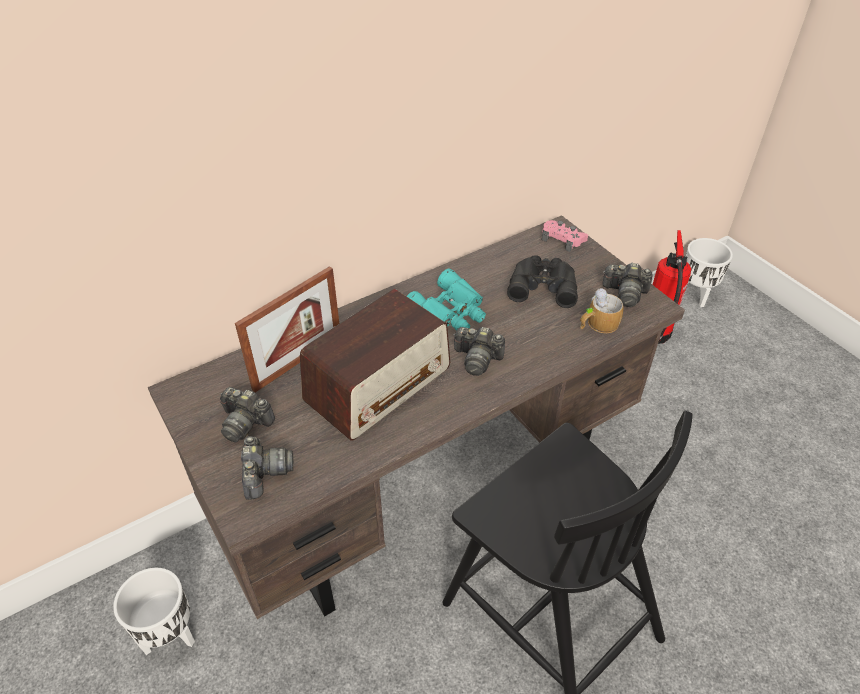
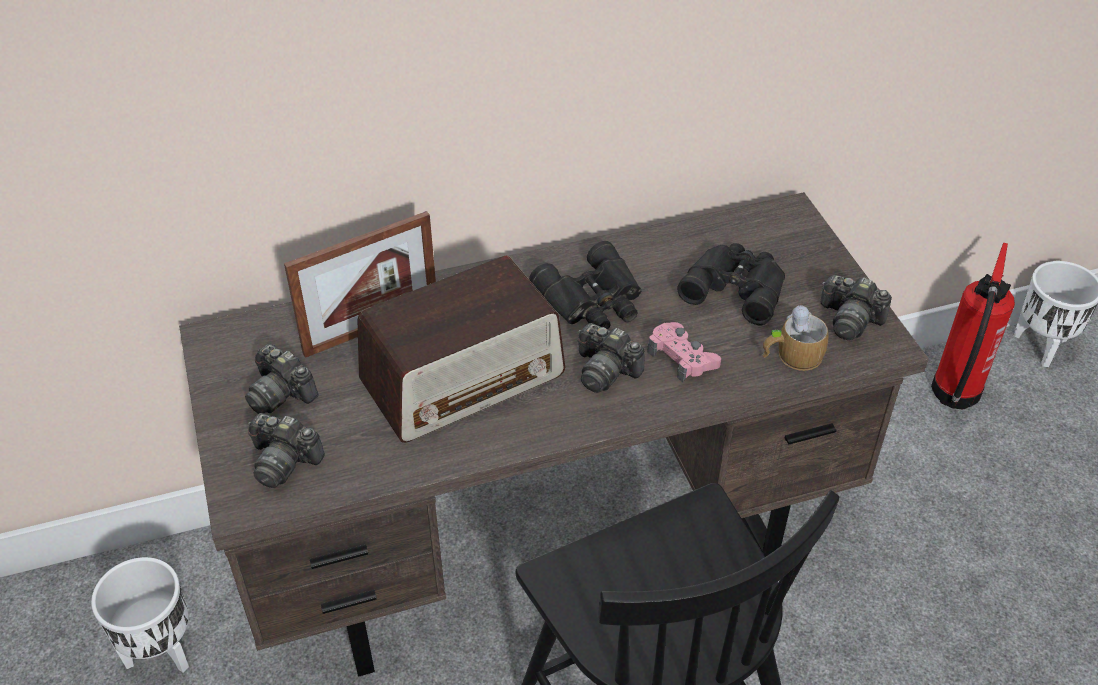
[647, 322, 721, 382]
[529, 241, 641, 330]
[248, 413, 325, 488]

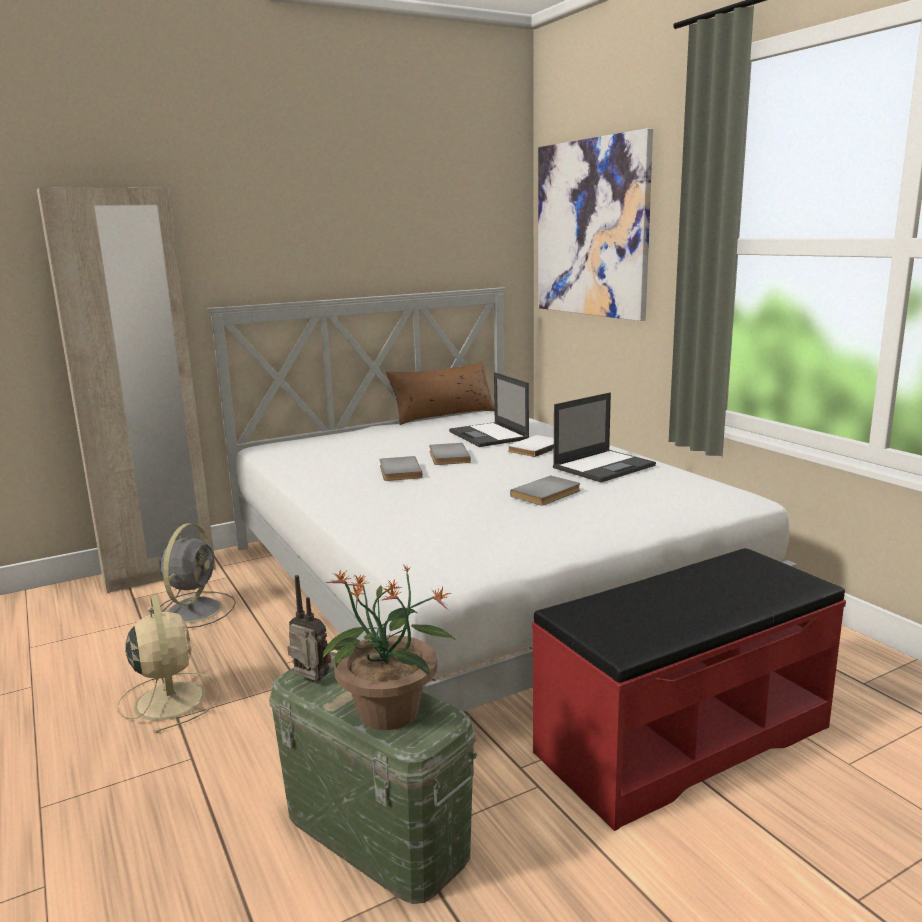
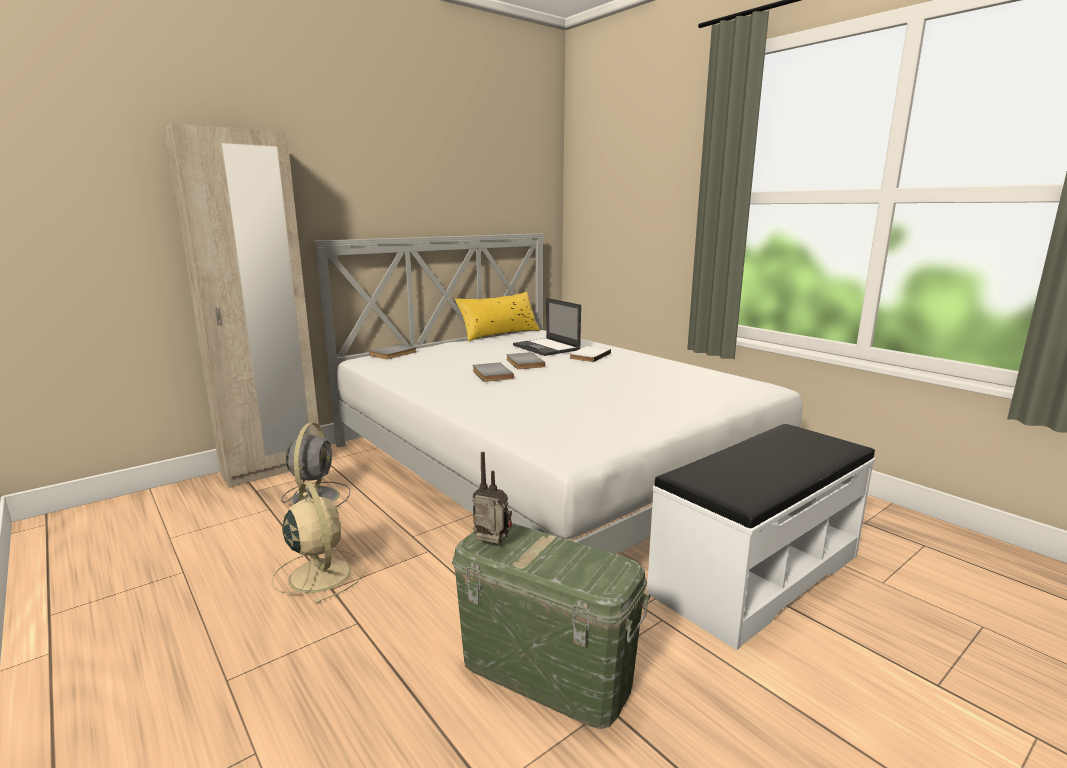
[323, 565, 455, 730] (first image)
[538, 128, 653, 321] (first image)
[553, 392, 656, 482] (first image)
[369, 344, 416, 359]
[455, 292, 540, 341]
[647, 424, 875, 650]

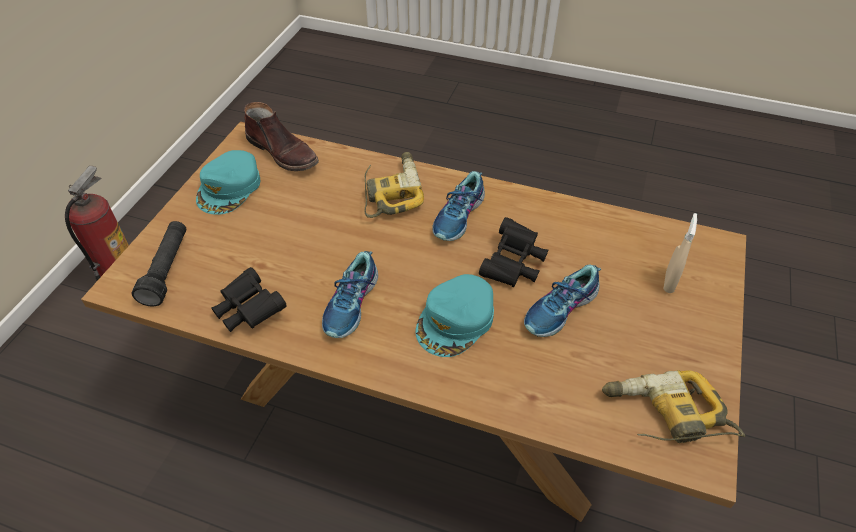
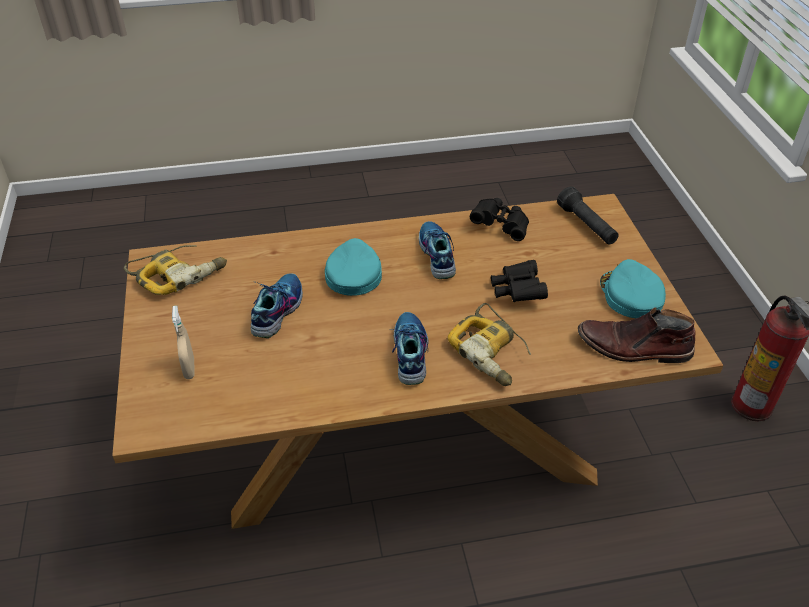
[491, 260, 548, 302]

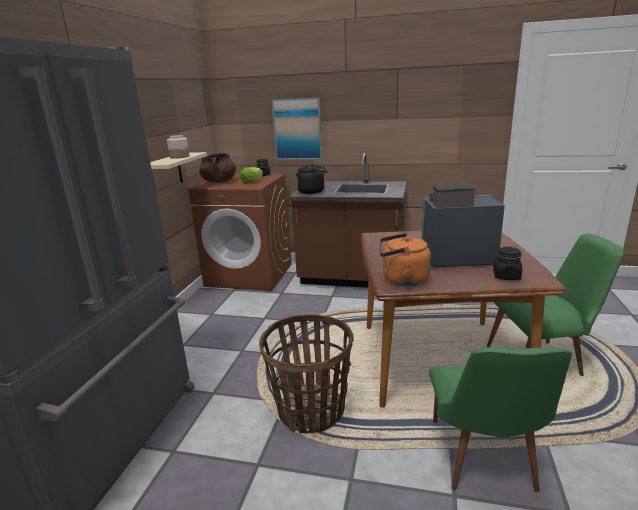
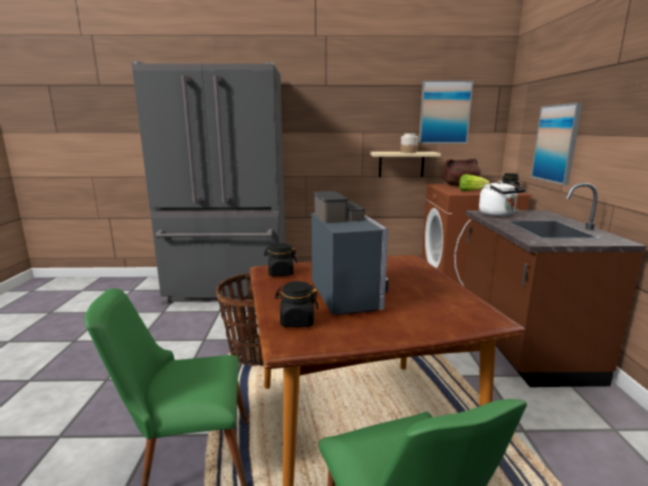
[419, 80, 473, 144]
[264, 243, 297, 276]
[479, 181, 526, 216]

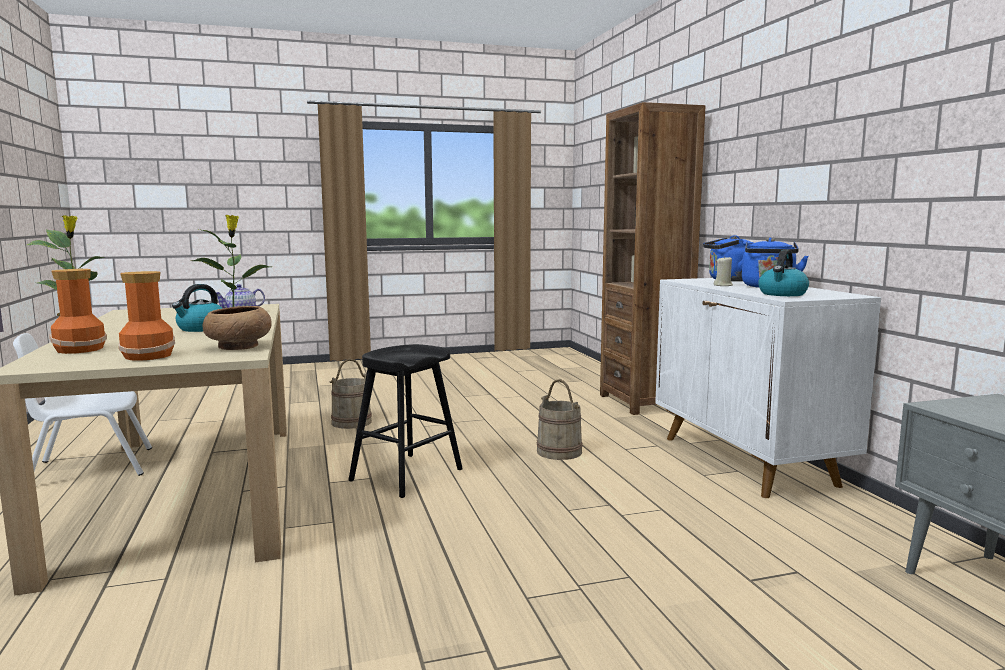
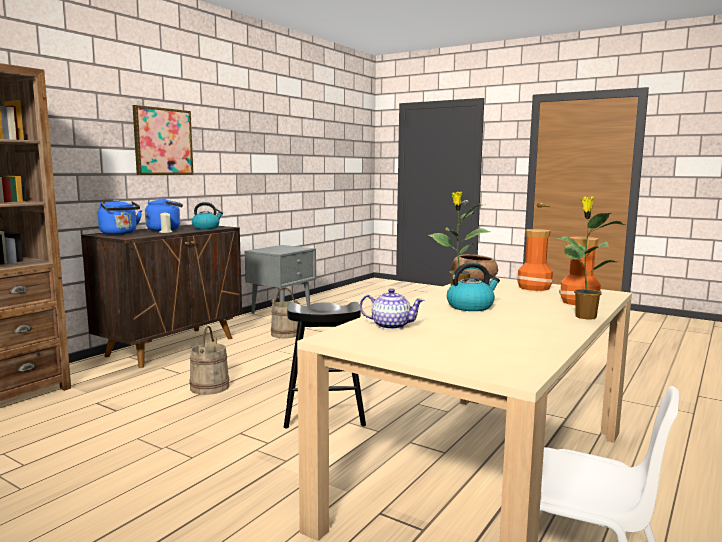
[133, 105, 194, 175]
[271, 287, 299, 338]
[81, 224, 242, 368]

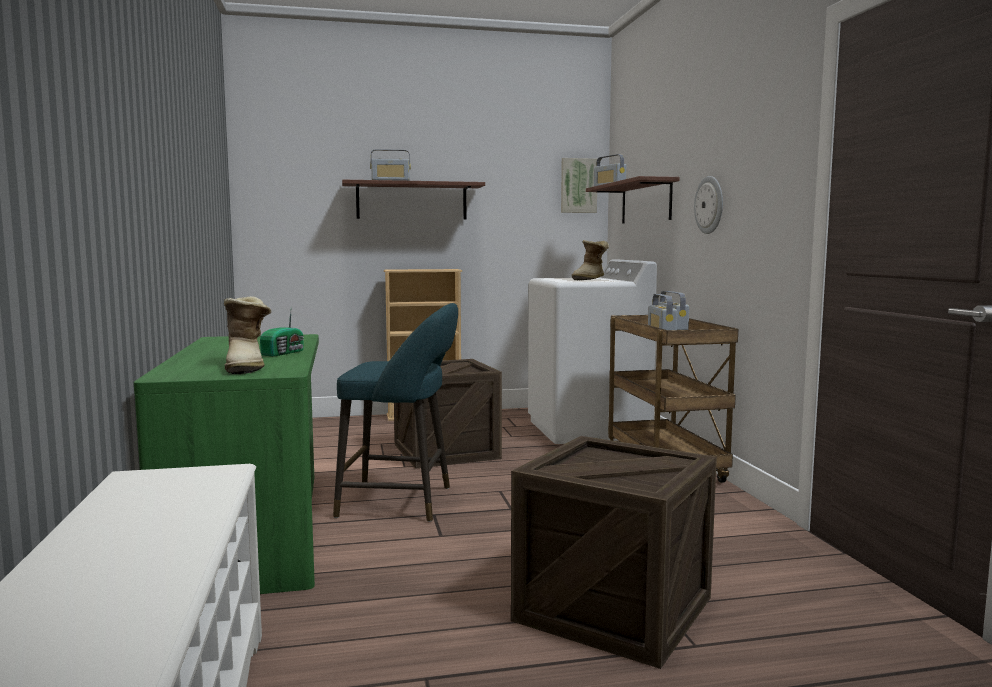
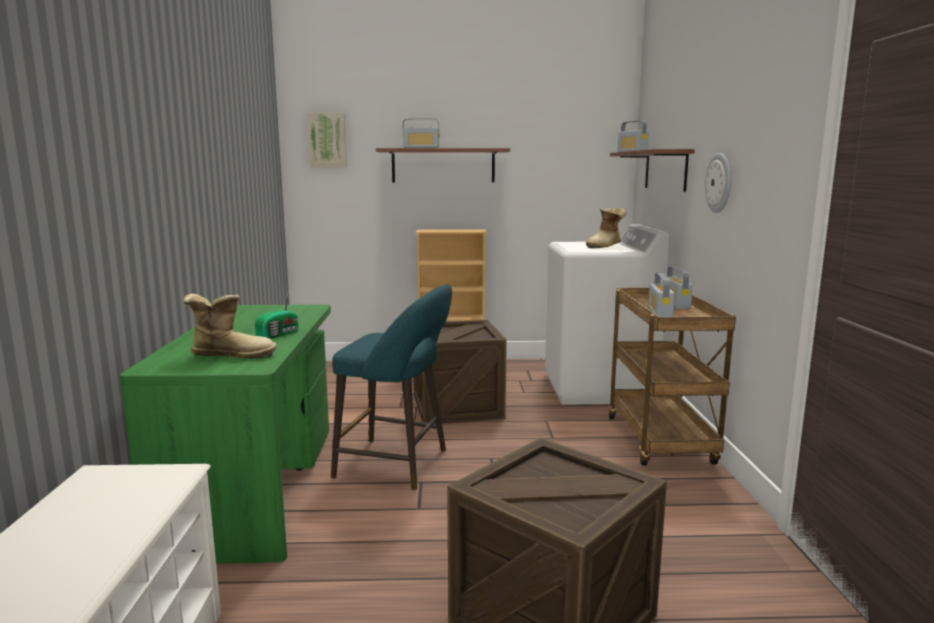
[307, 112, 347, 167]
[183, 294, 277, 359]

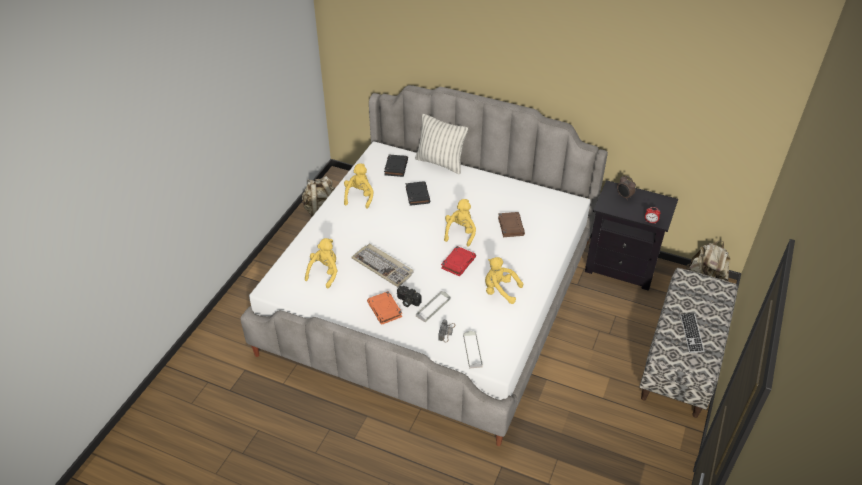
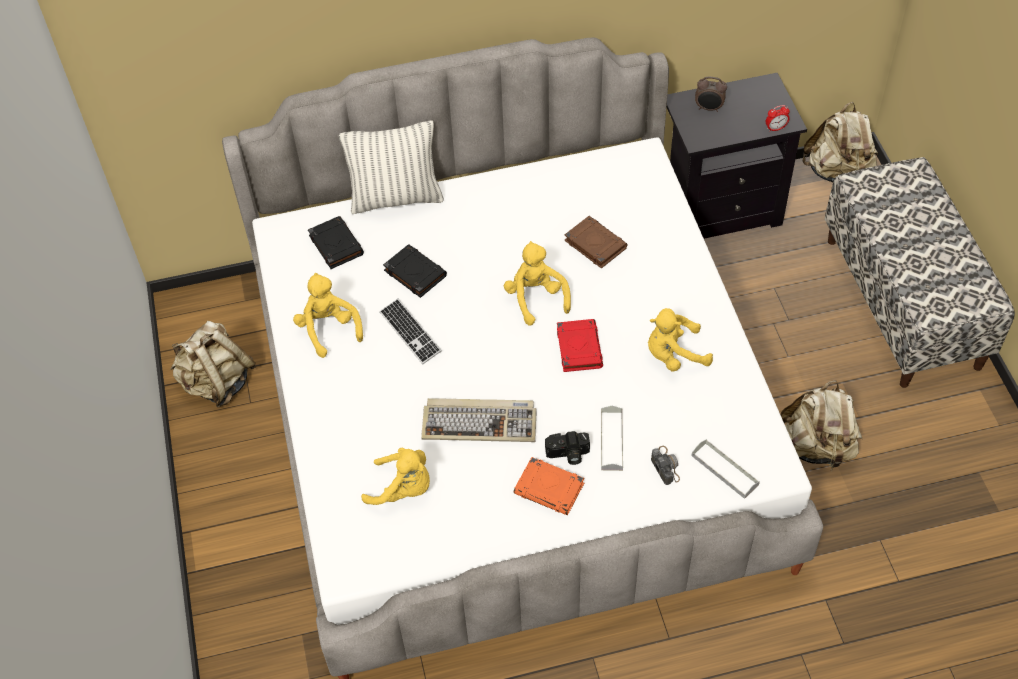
[781, 380, 862, 470]
[379, 299, 442, 365]
[361, 447, 430, 505]

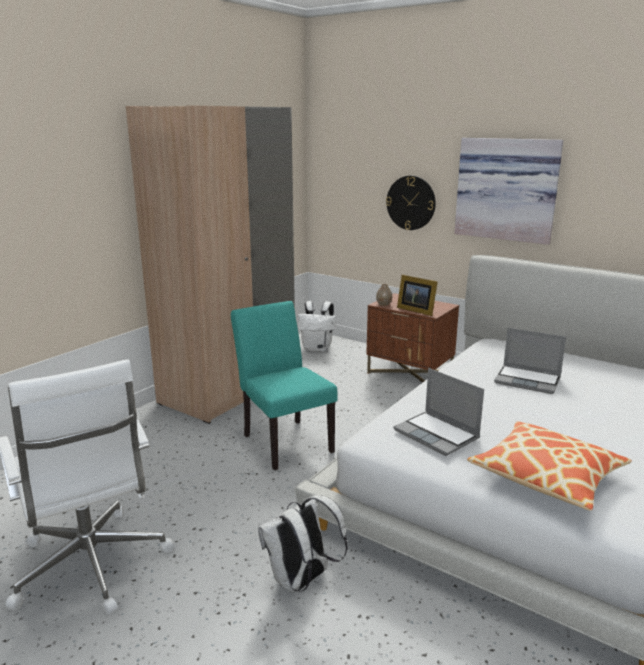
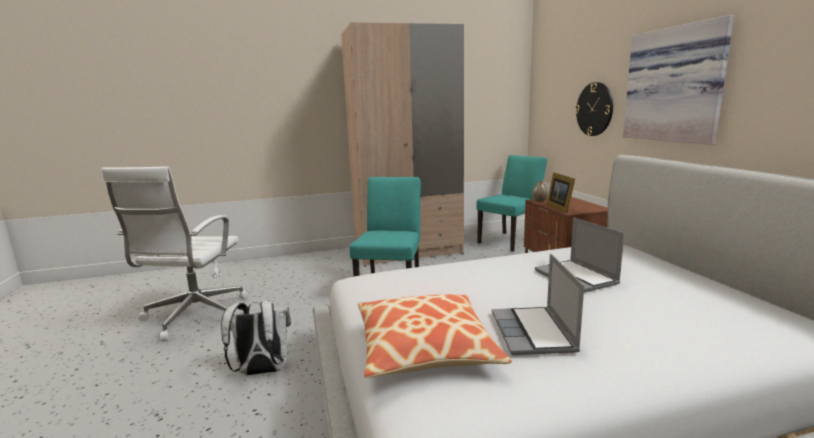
[492, 254, 584, 355]
[476, 155, 547, 252]

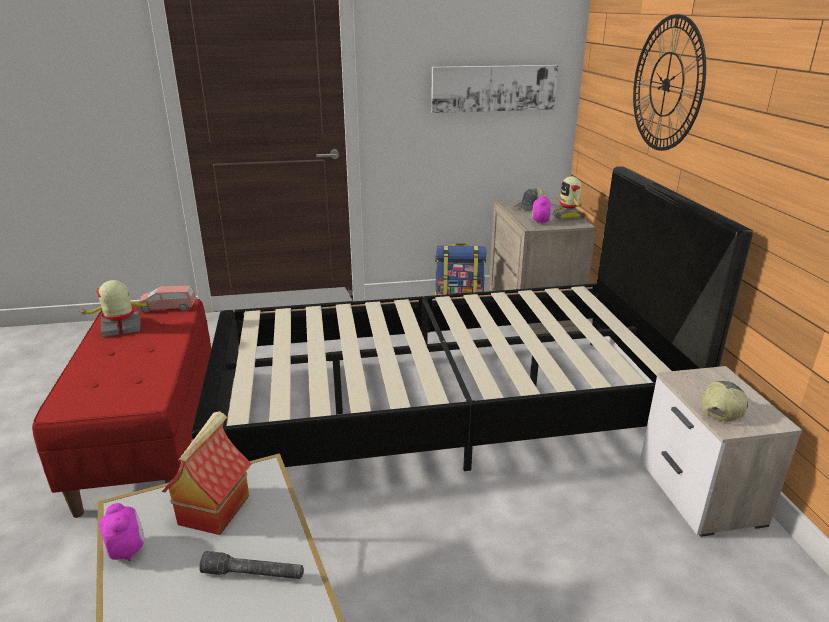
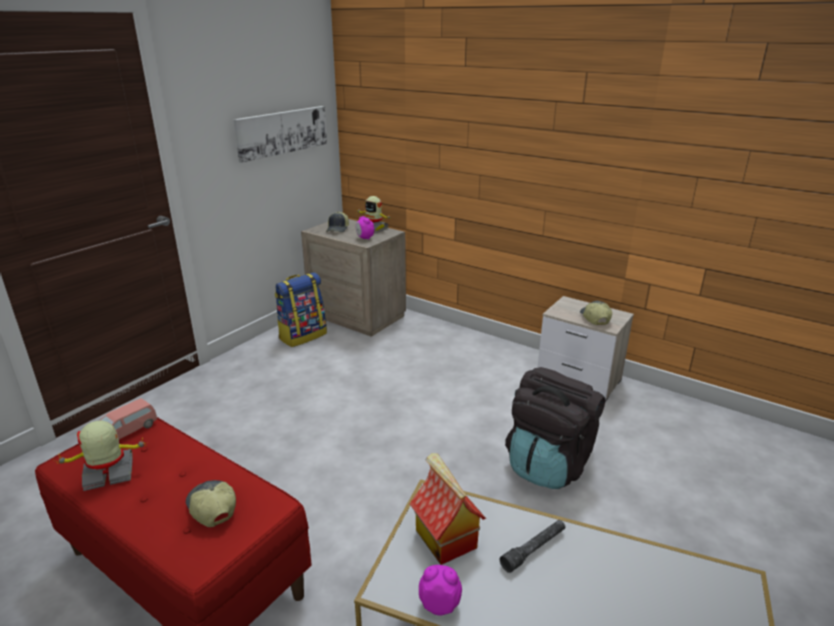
[191, 166, 753, 471] (first image)
[633, 14, 706, 151] (first image)
[186, 480, 236, 527]
[505, 367, 605, 489]
[54, 420, 149, 491]

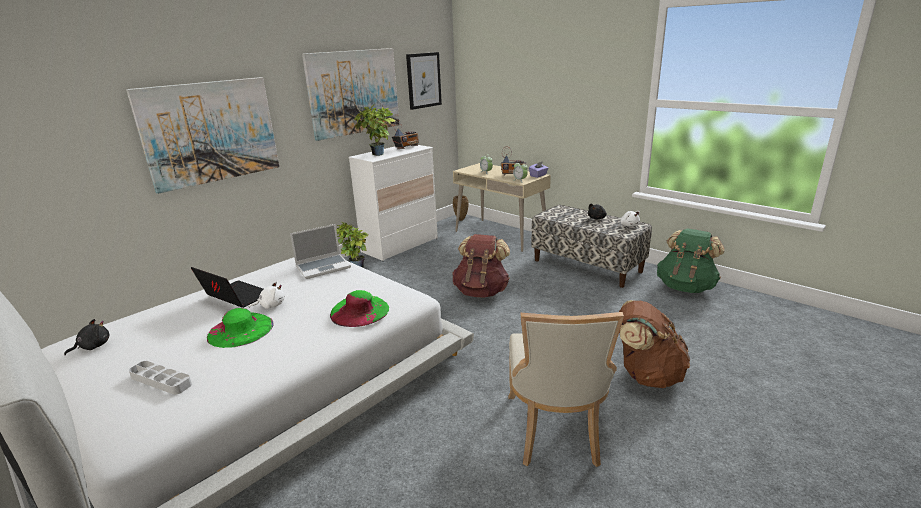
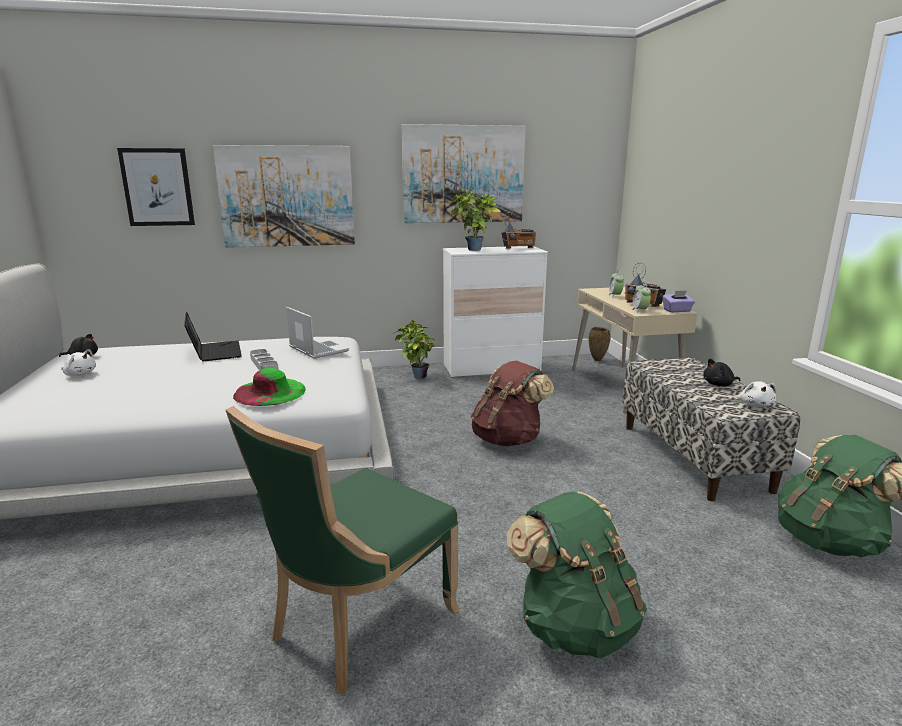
[207, 308, 274, 348] (first image)
[250, 349, 279, 370]
[61, 350, 96, 376]
[117, 148, 195, 226]
[226, 406, 460, 694]
[507, 492, 647, 658]
[286, 307, 349, 359]

